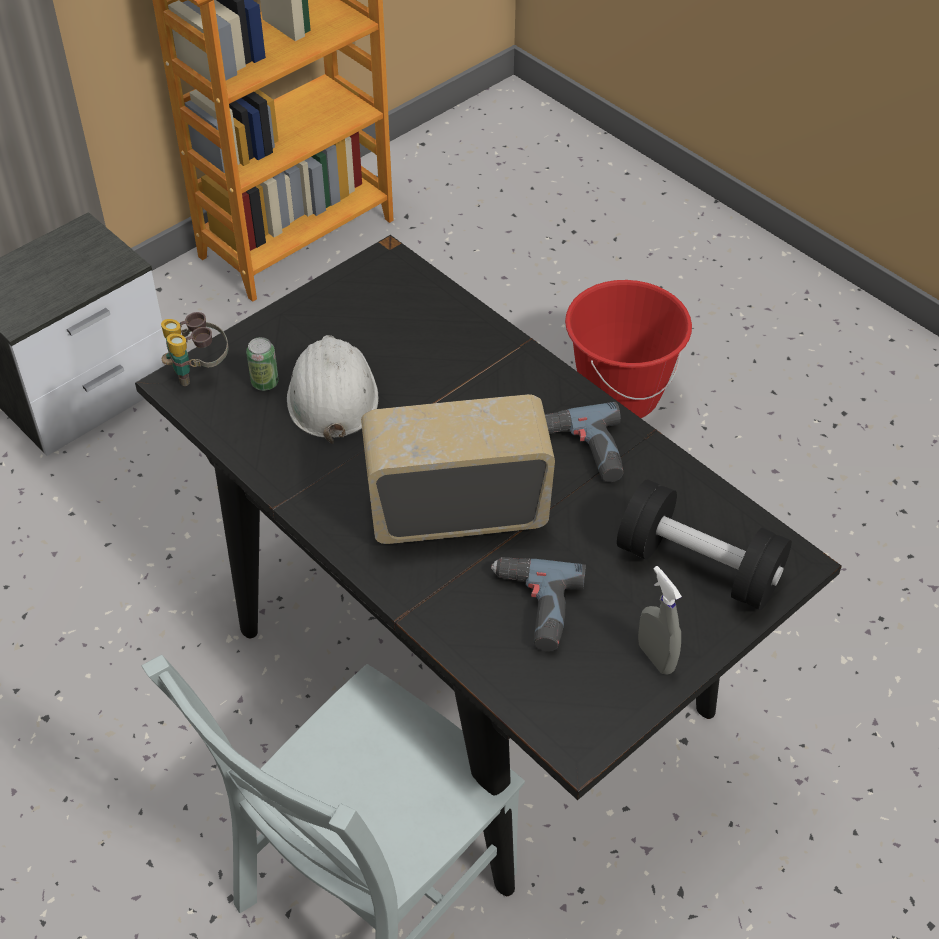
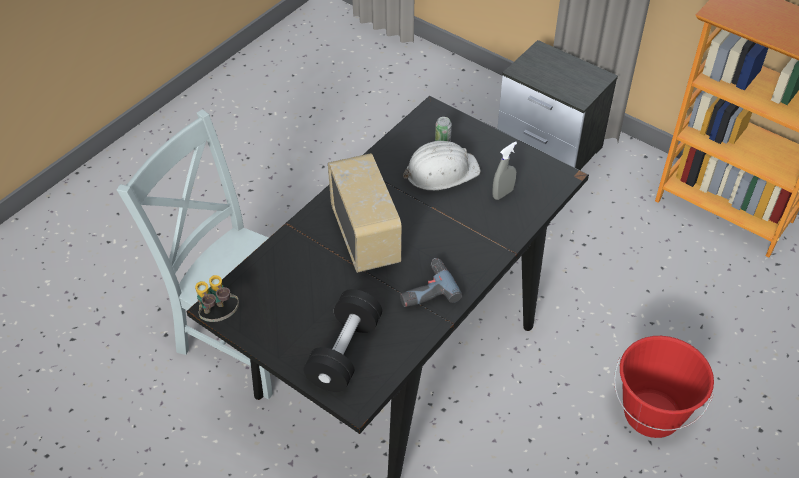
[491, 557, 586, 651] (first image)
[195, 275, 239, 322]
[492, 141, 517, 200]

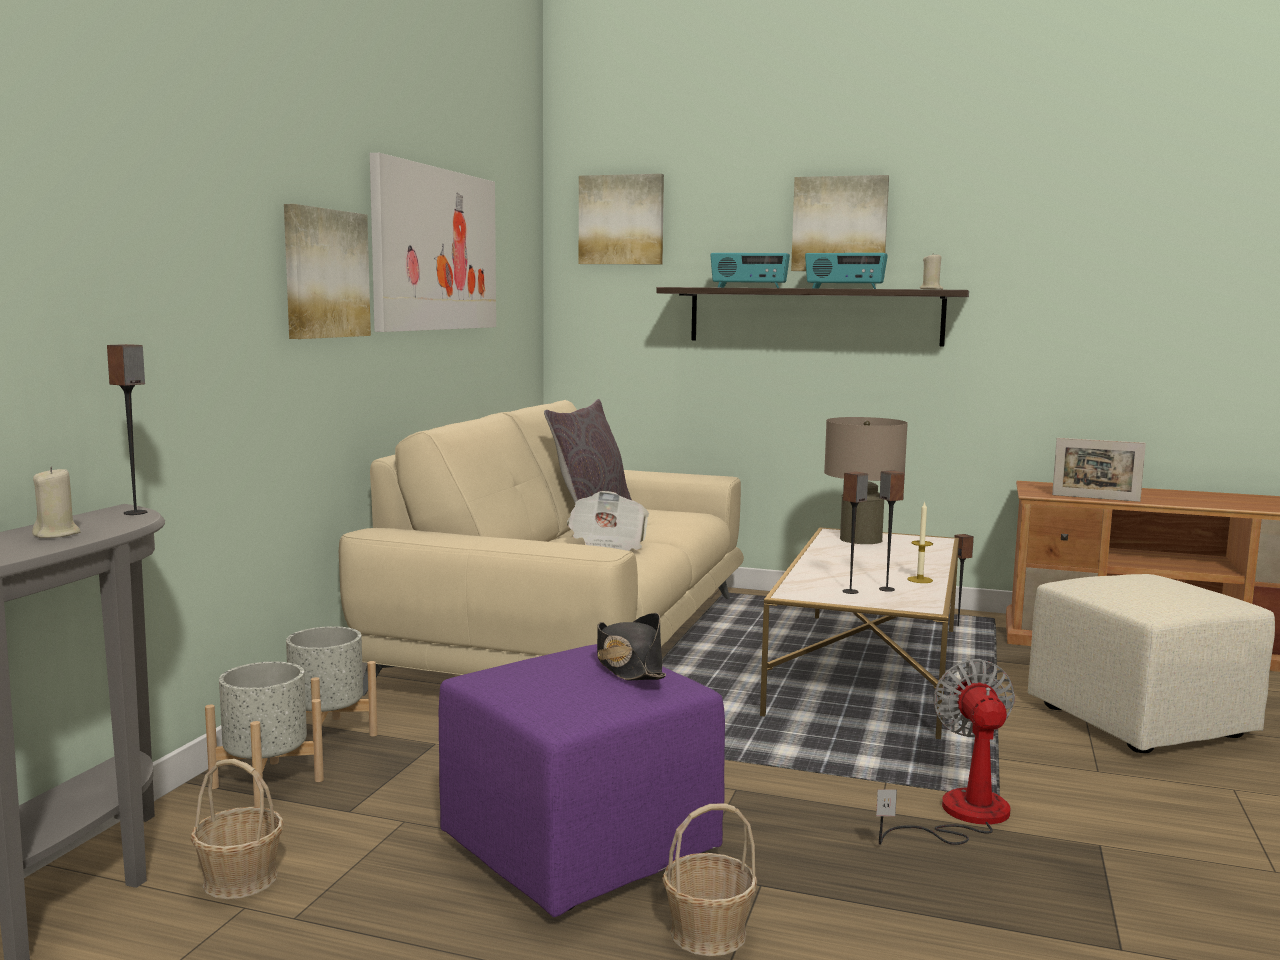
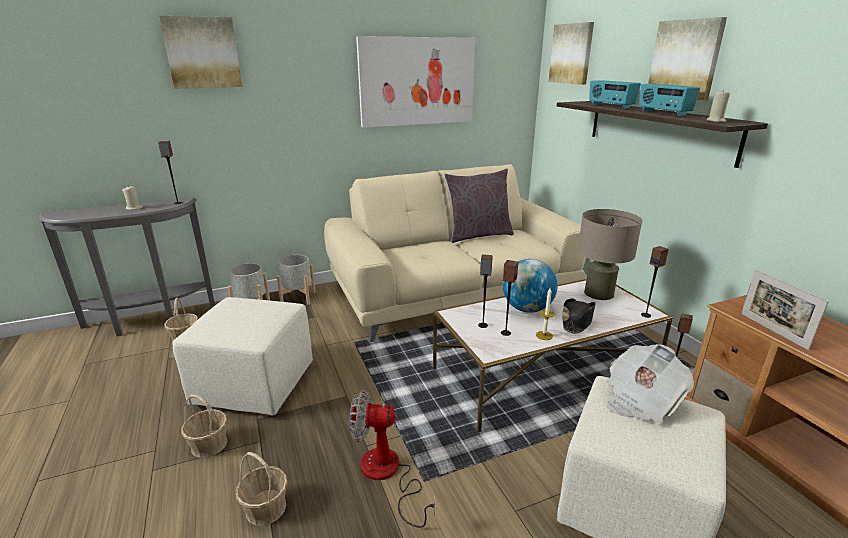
[236, 452, 288, 526]
[503, 259, 558, 313]
[641, 246, 669, 318]
[159, 16, 242, 89]
[606, 344, 694, 423]
[562, 298, 596, 334]
[173, 297, 313, 416]
[349, 389, 435, 528]

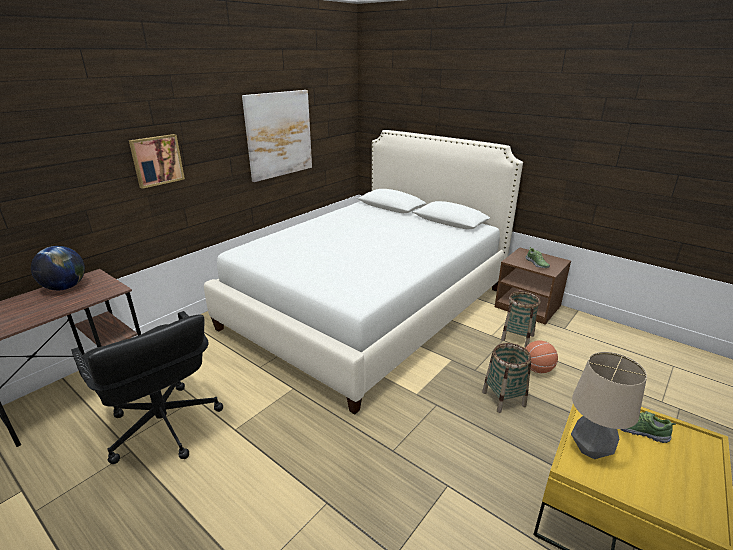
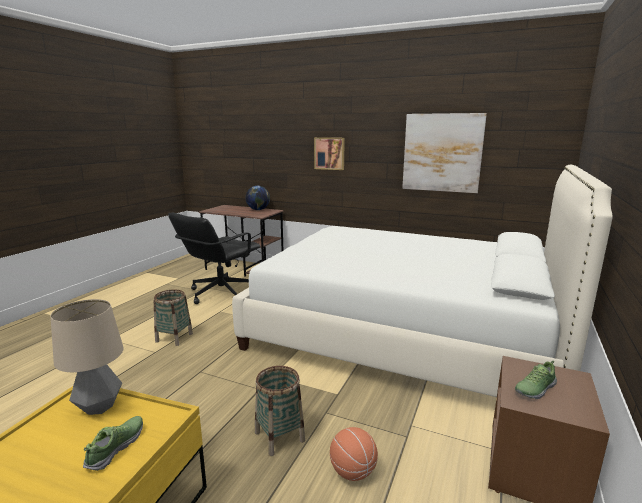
[154, 290, 193, 346]

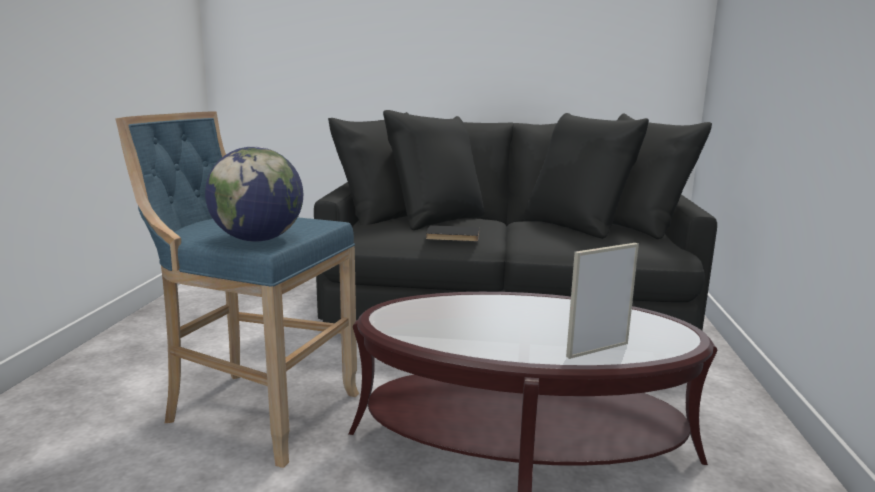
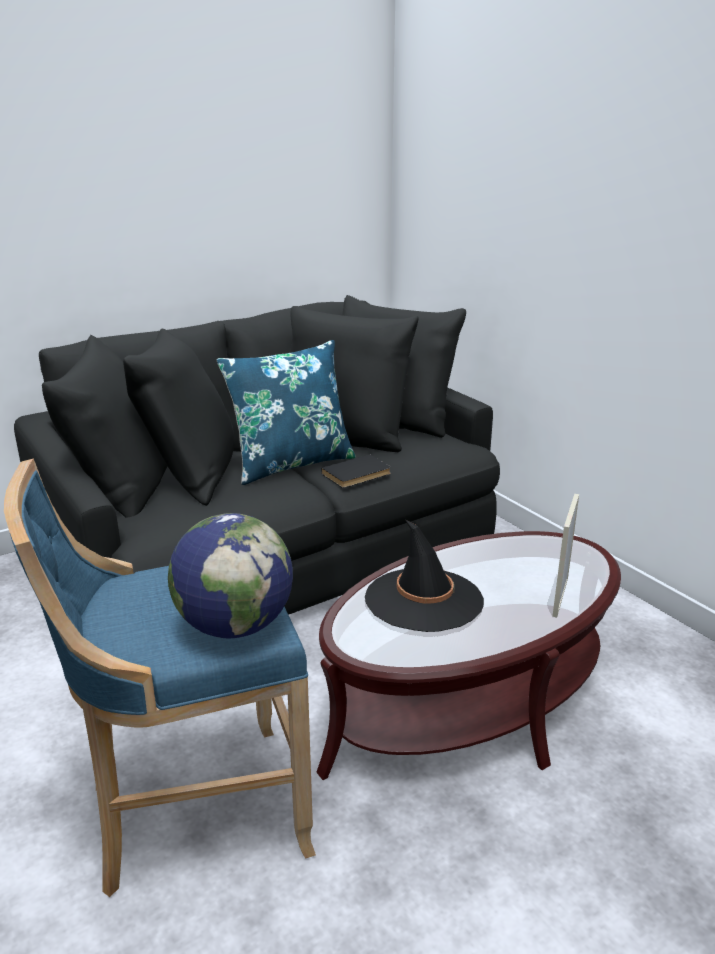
[217, 340, 356, 485]
[365, 519, 484, 632]
[321, 454, 391, 488]

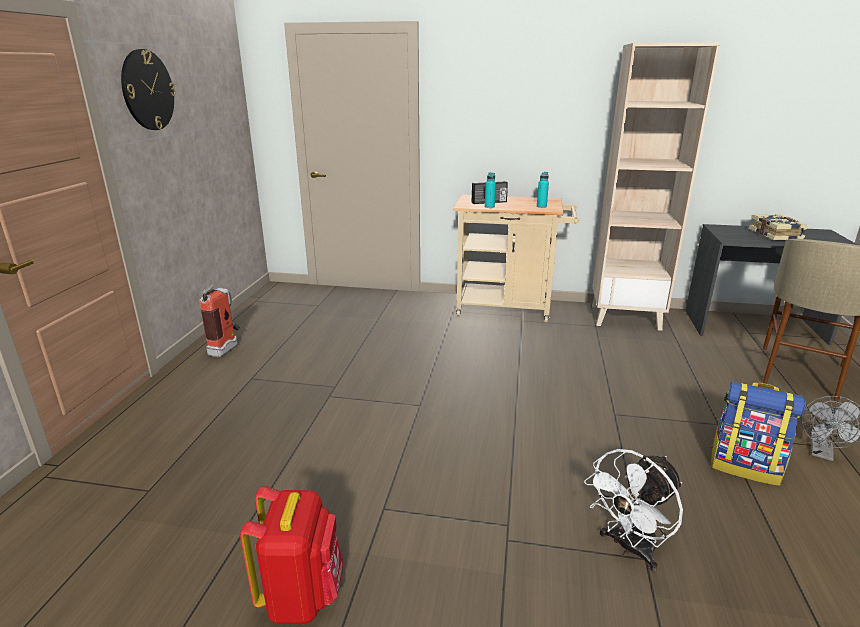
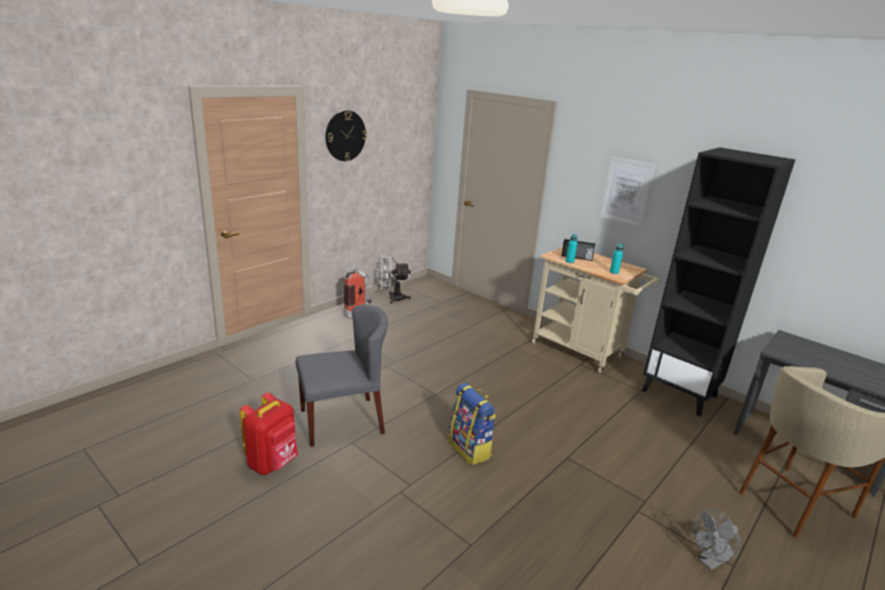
[749, 214, 807, 240] (first image)
[296, 305, 388, 447]
[600, 156, 655, 227]
[380, 254, 411, 304]
[448, 383, 496, 465]
[642, 147, 795, 416]

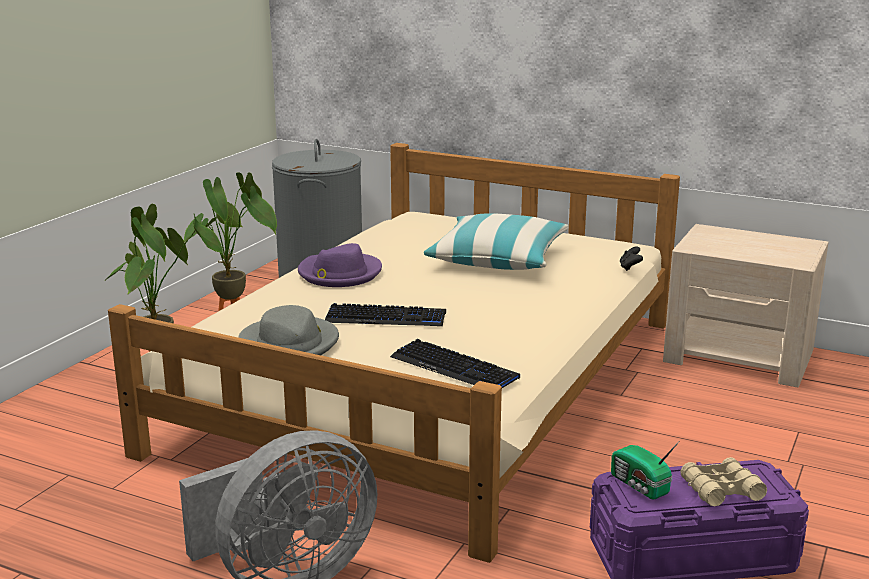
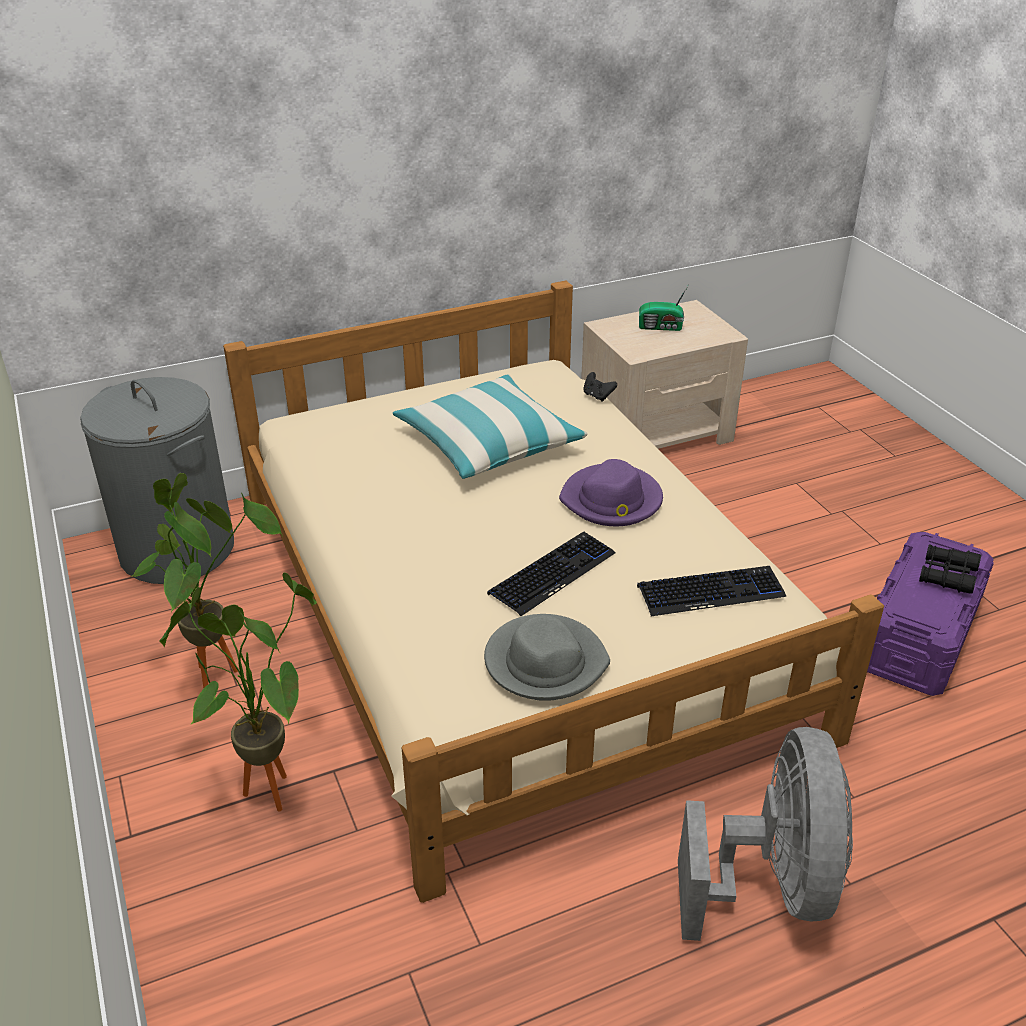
[559, 459, 663, 526]
[639, 284, 689, 331]
[919, 544, 981, 594]

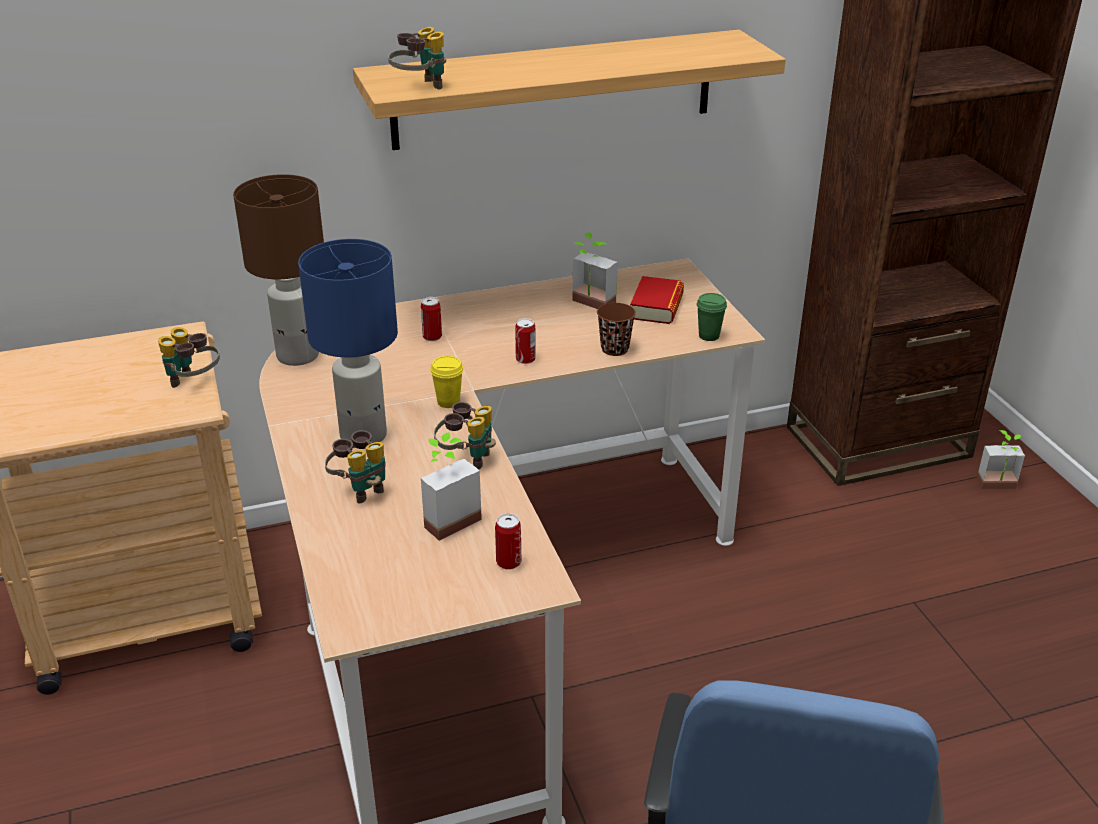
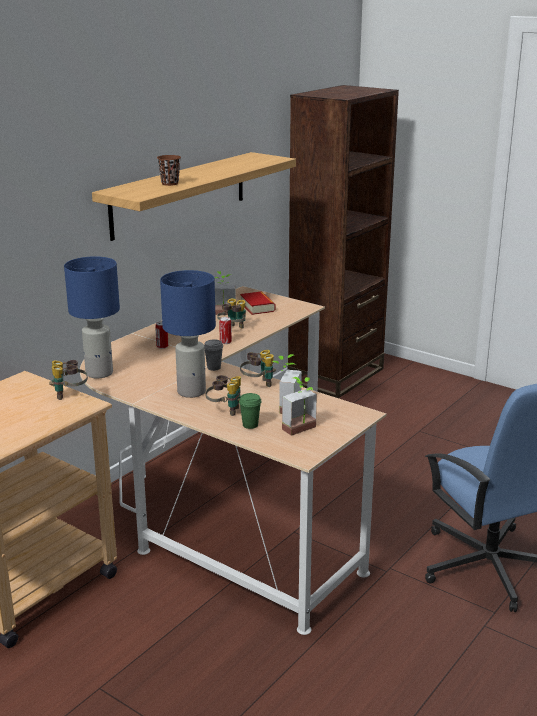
[495, 513, 521, 570] (first image)
[217, 298, 246, 329]
[157, 155, 181, 186]
[239, 393, 262, 429]
[282, 377, 317, 436]
[64, 256, 120, 378]
[204, 340, 223, 371]

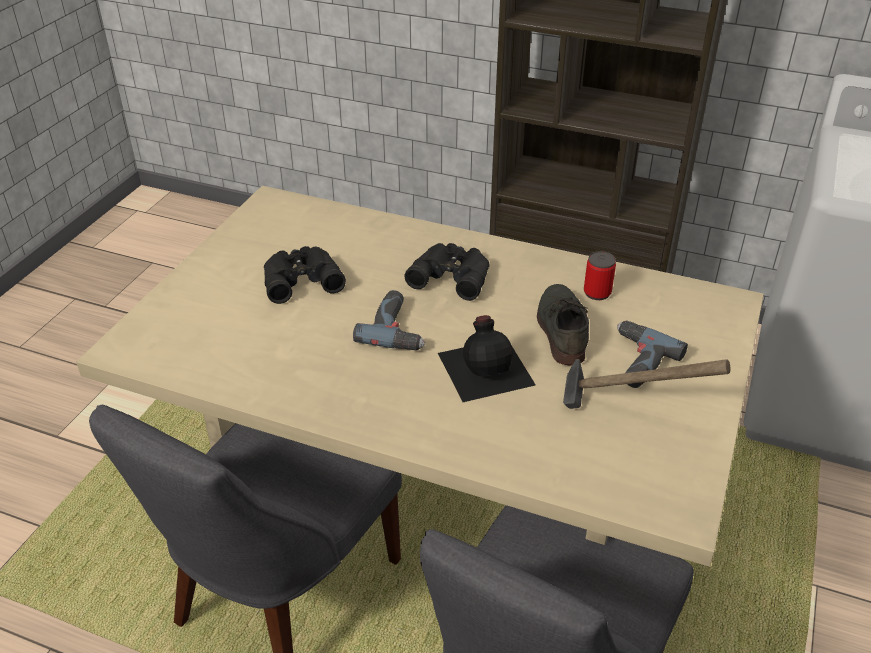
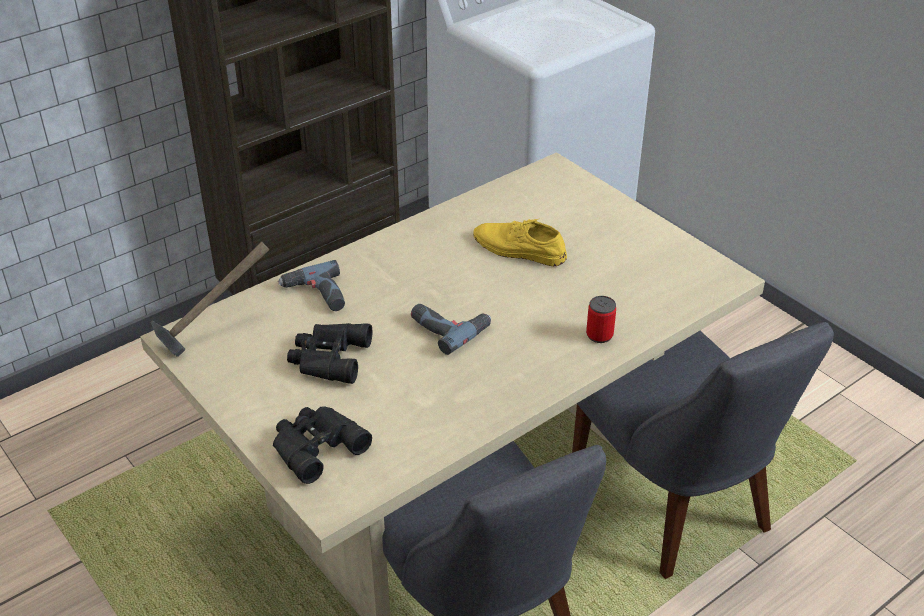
[438, 315, 536, 402] (first image)
[273, 406, 372, 484]
[151, 242, 269, 357]
[586, 296, 616, 343]
[278, 260, 345, 311]
[473, 219, 567, 266]

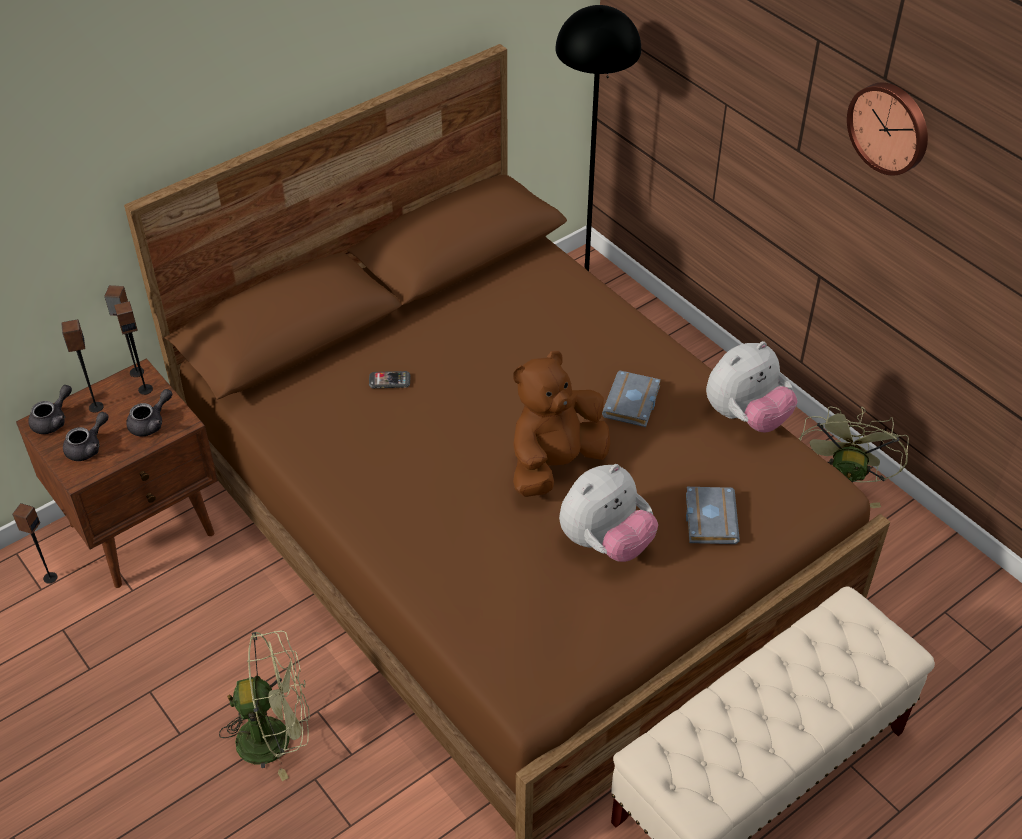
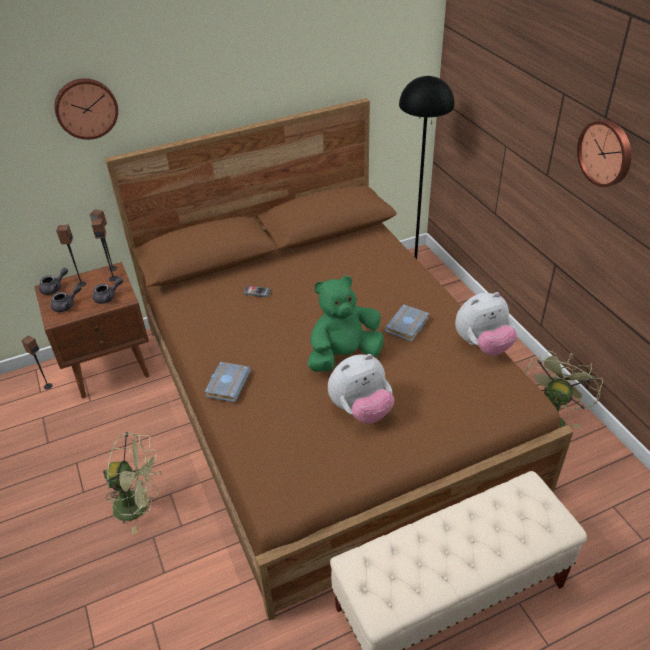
[54, 78, 118, 140]
[204, 362, 251, 403]
[308, 275, 384, 372]

